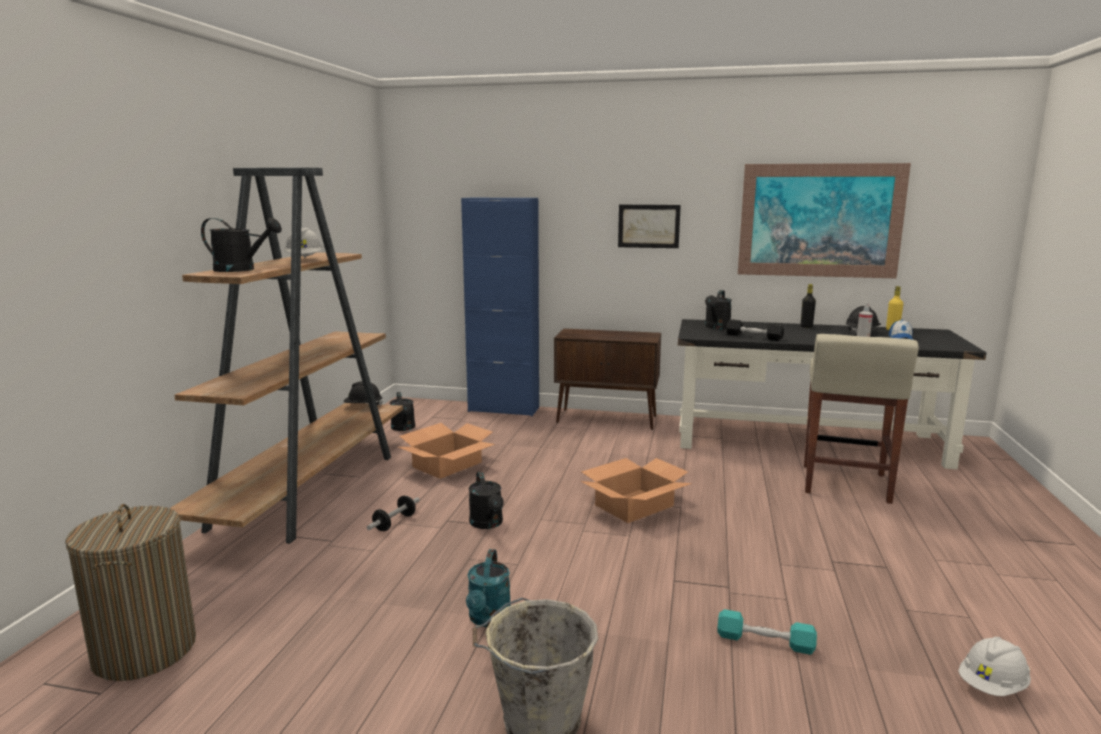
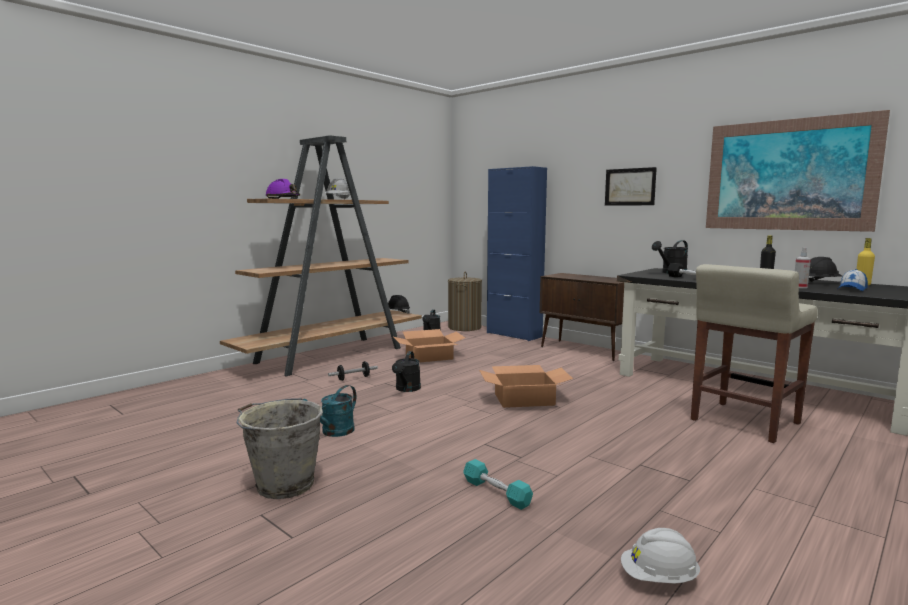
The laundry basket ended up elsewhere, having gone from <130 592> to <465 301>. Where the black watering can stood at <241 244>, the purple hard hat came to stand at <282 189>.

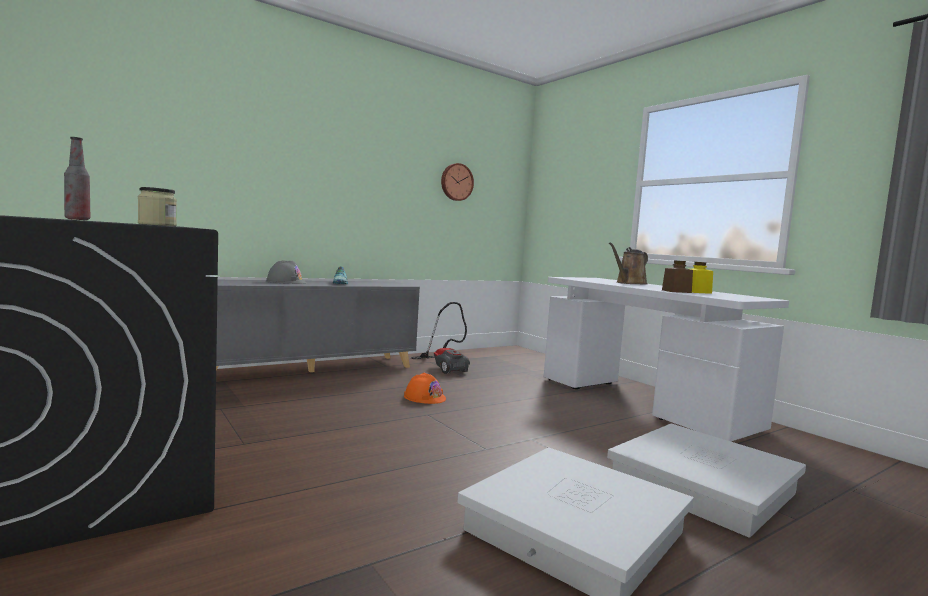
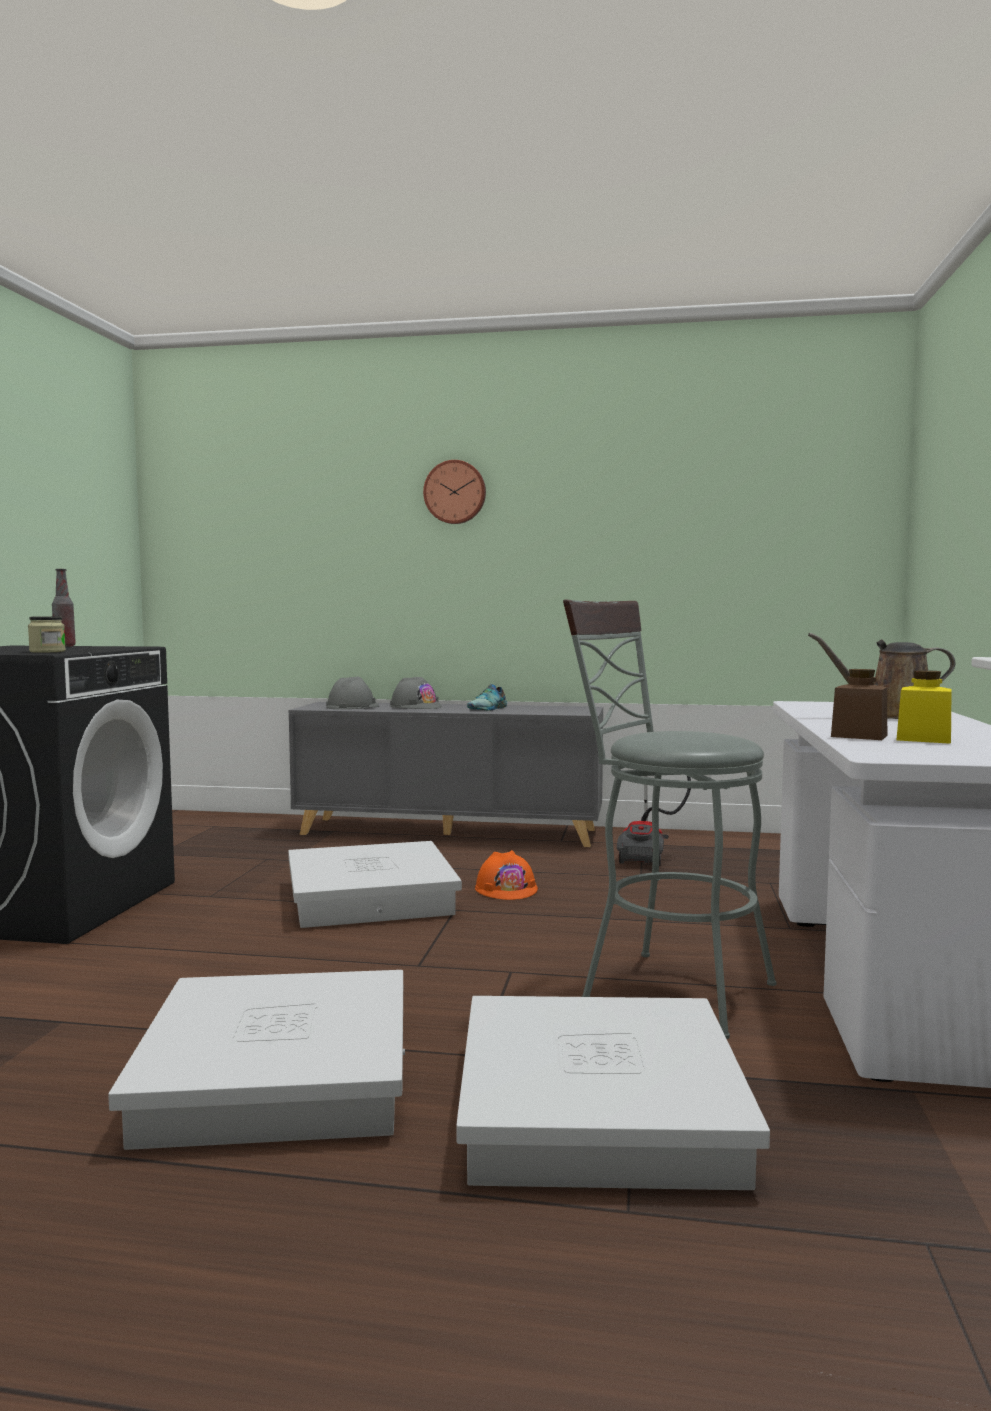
The wall clock ended up elsewhere, having gone from <457 182> to <454 492>. The second view gained the white storage box at <375 884>. The second view gained the grey hard hat at <352 692>. The second view gained the grey stool at <669 819>.

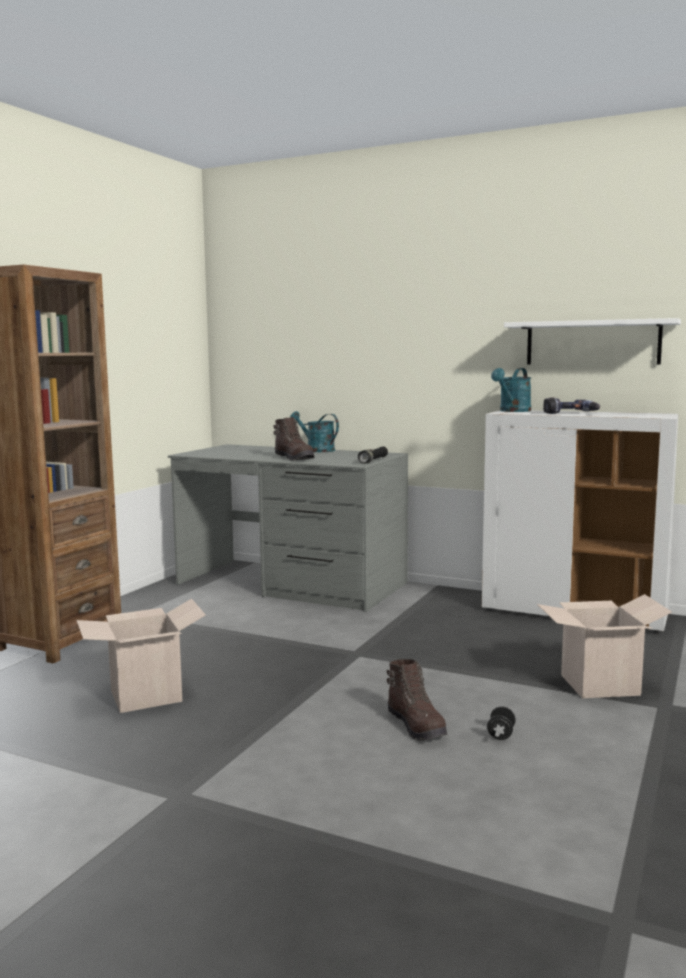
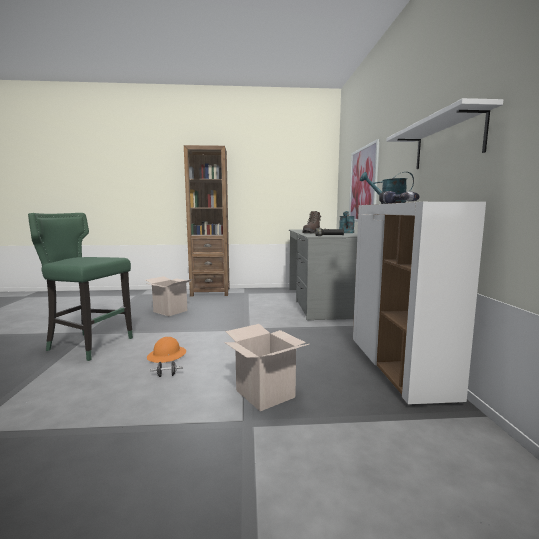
Where the brown boot stood at <417 700>, the orange hard hat came to stand at <166 350>. The second view gained the green stool at <80 287>. The second view gained the picture at <364 180>.

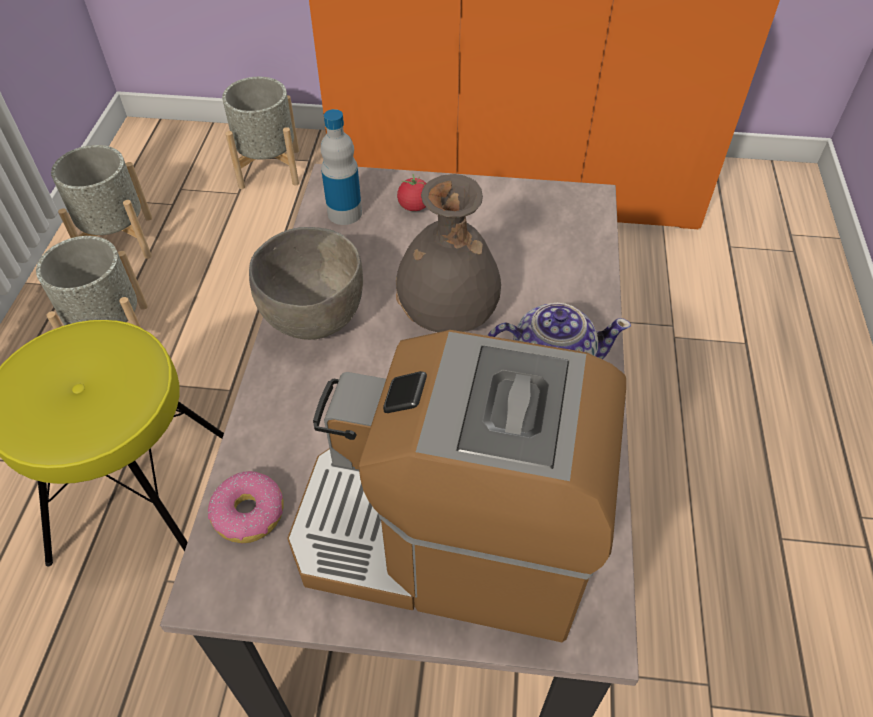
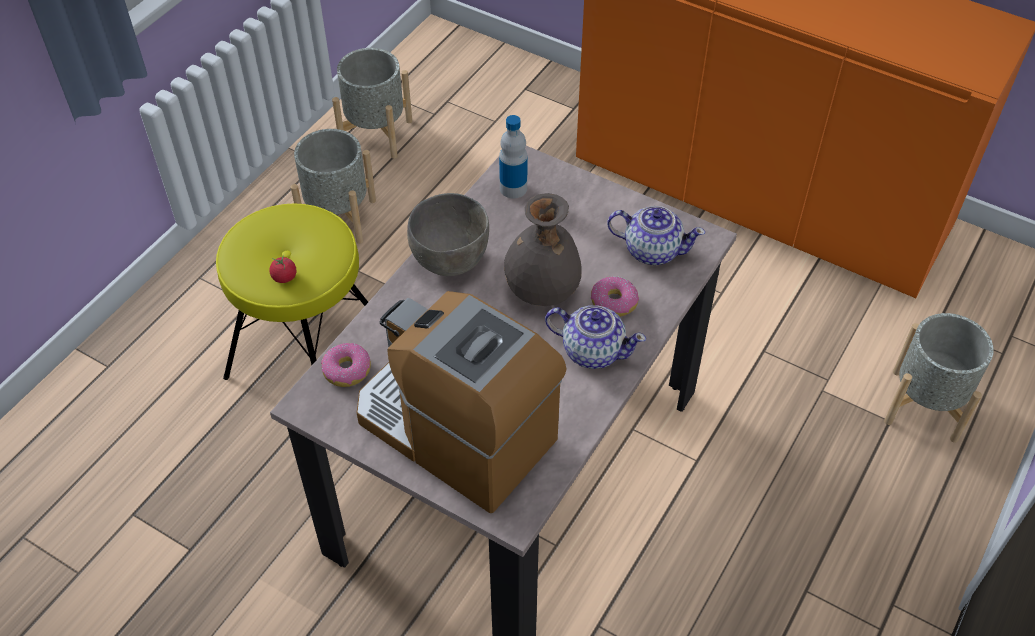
The grey planter ended up elsewhere, having gone from <260 133> to <939 378>. The tomato ended up elsewhere, having gone from <412 192> to <282 269>. The second view gained the donut at <615 296>. The second view gained the teapot at <656 235>.

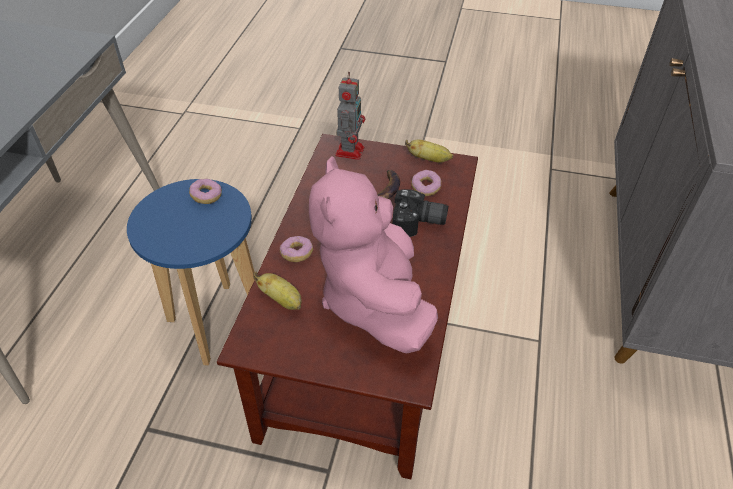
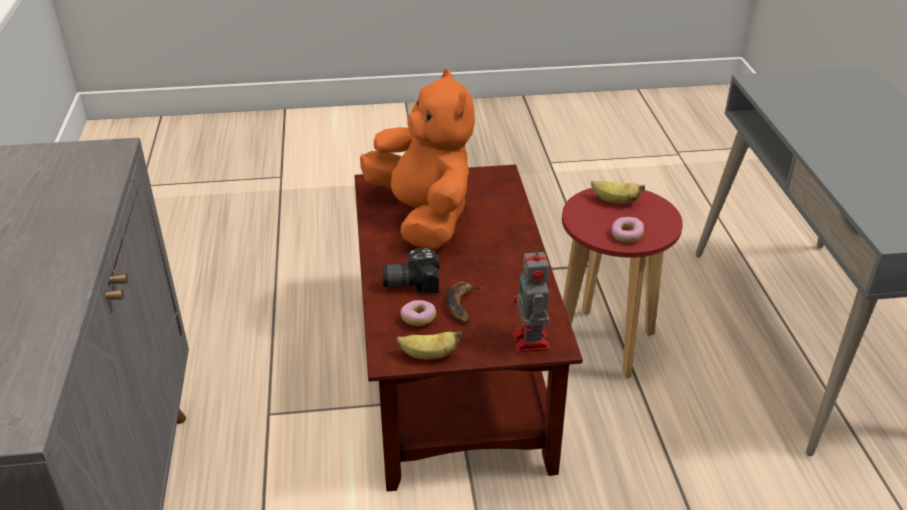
What was the blue stool at <190 272> turned into the red stool at <622 283>. The banana ended up elsewhere, having gone from <277 291> to <618 192>. The second view lost the donut at <296 249>. What was the pink plush toy at <373 254> turned into the orange plush toy at <417 159>.

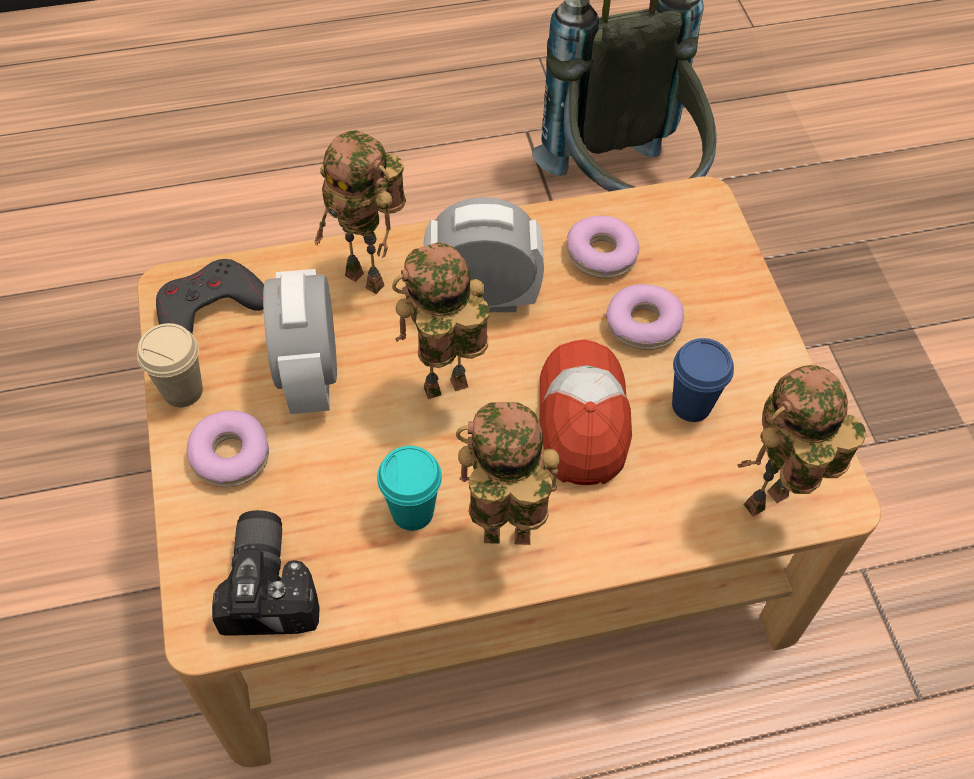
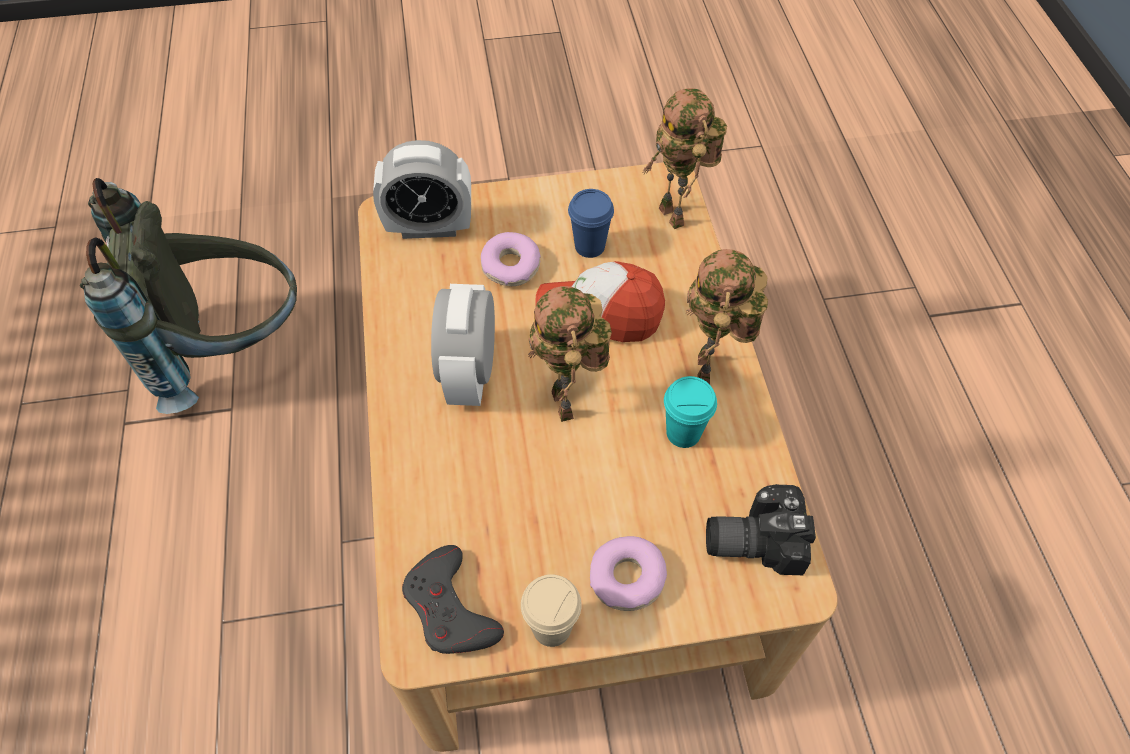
The alarm clock ended up elsewhere, having gone from <300 341> to <422 189>. The second view lost the toy robot at <360 212>. The second view lost the donut at <603 247>.

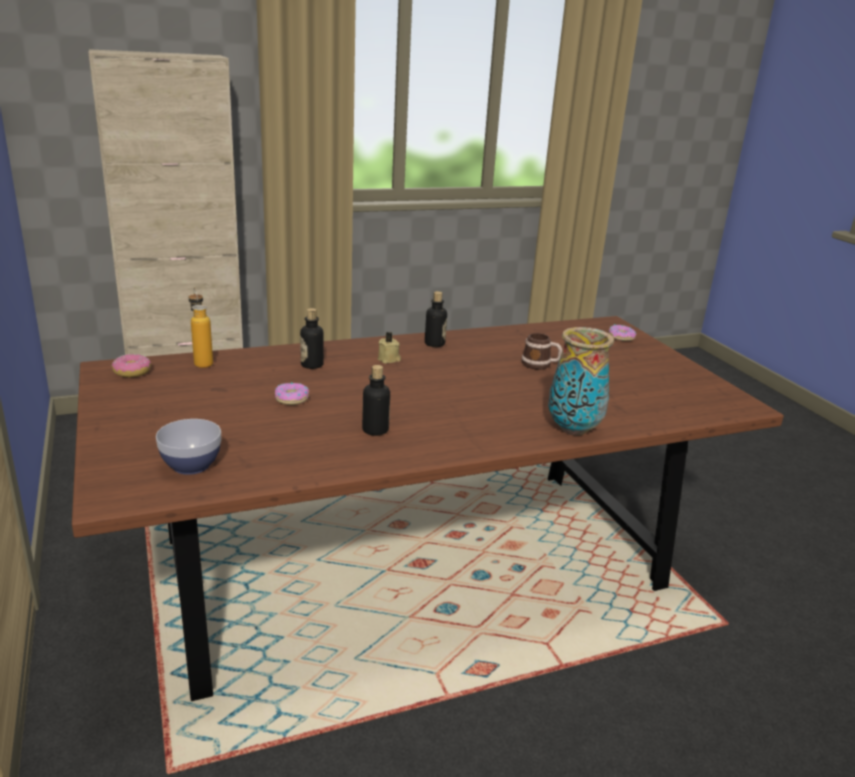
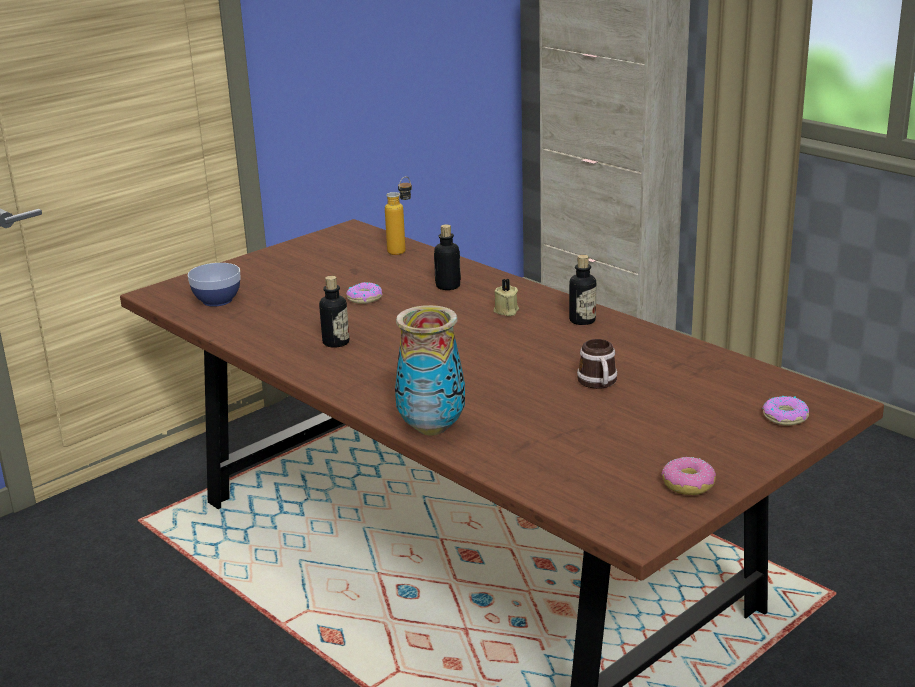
The donut ended up elsewhere, having gone from <131 366> to <689 476>.

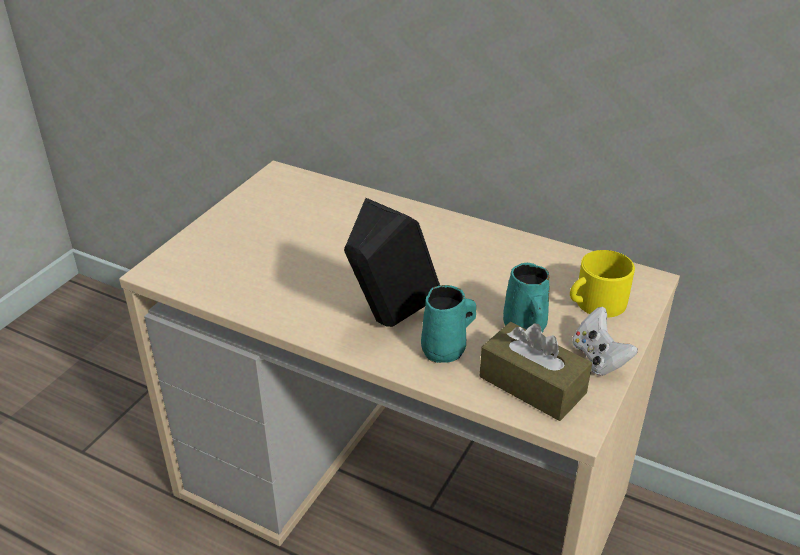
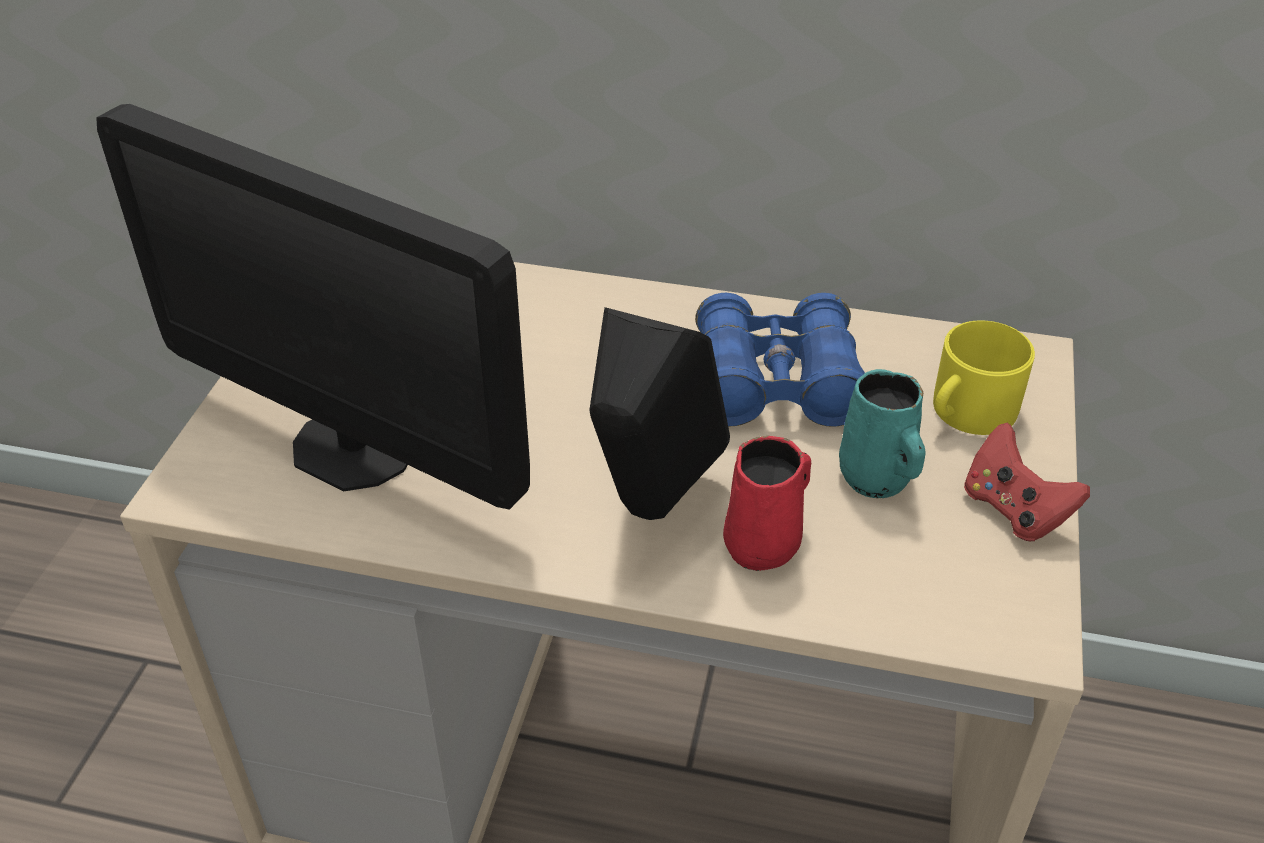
What was the turquoise mug at <448 324> turned into the red mug at <767 503>. The second view lost the brown tissue box at <536 371>. What was the white game controller at <605 341> turned into the red game controller at <1027 482>. The second view gained the monitor at <313 307>. The second view gained the blue binoculars at <780 360>.

